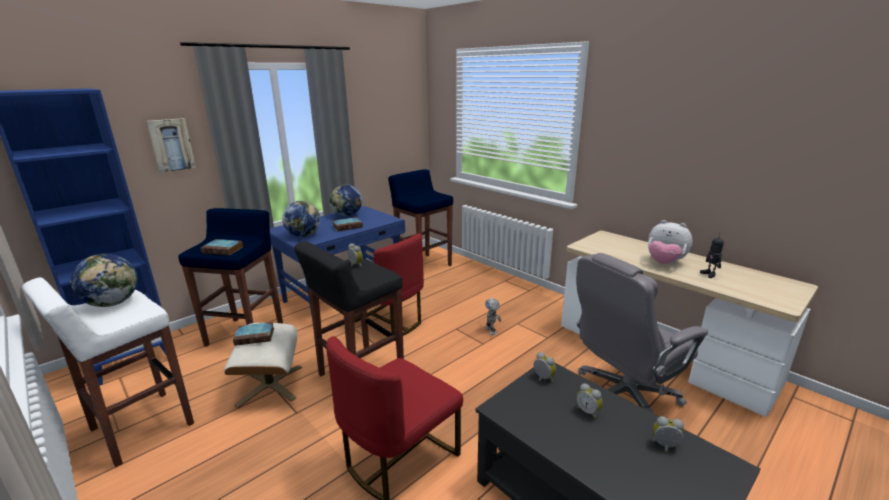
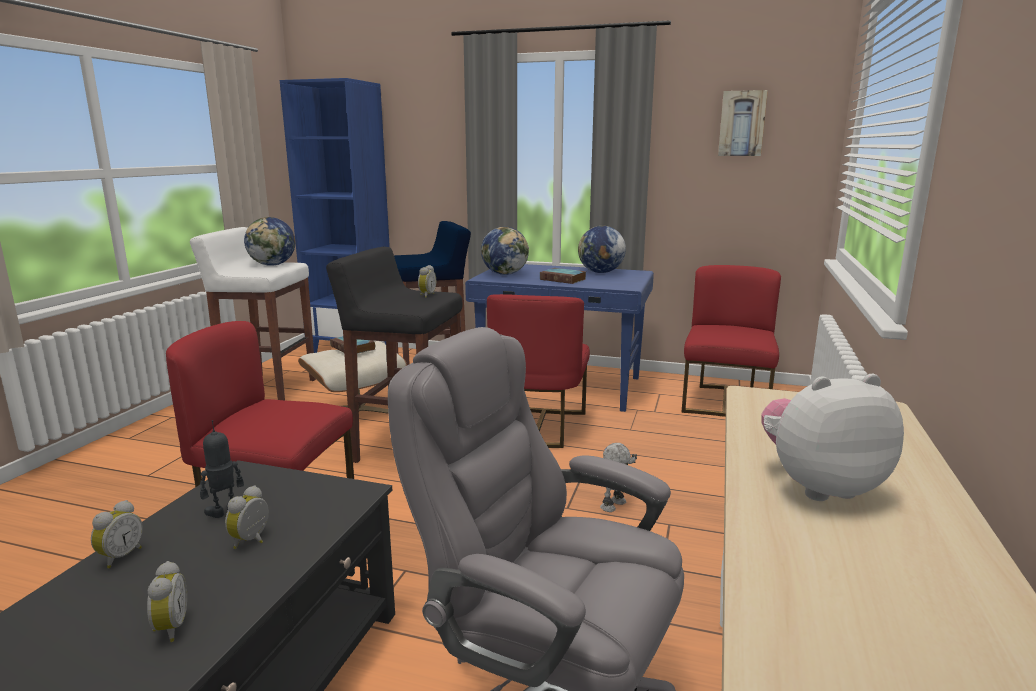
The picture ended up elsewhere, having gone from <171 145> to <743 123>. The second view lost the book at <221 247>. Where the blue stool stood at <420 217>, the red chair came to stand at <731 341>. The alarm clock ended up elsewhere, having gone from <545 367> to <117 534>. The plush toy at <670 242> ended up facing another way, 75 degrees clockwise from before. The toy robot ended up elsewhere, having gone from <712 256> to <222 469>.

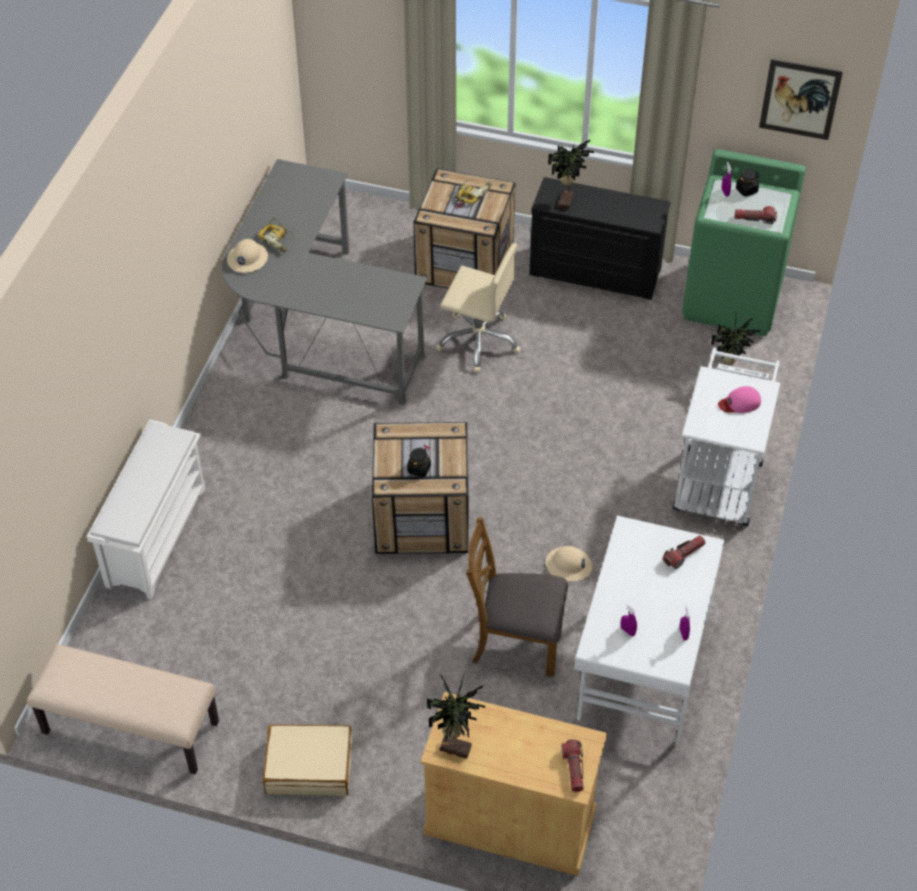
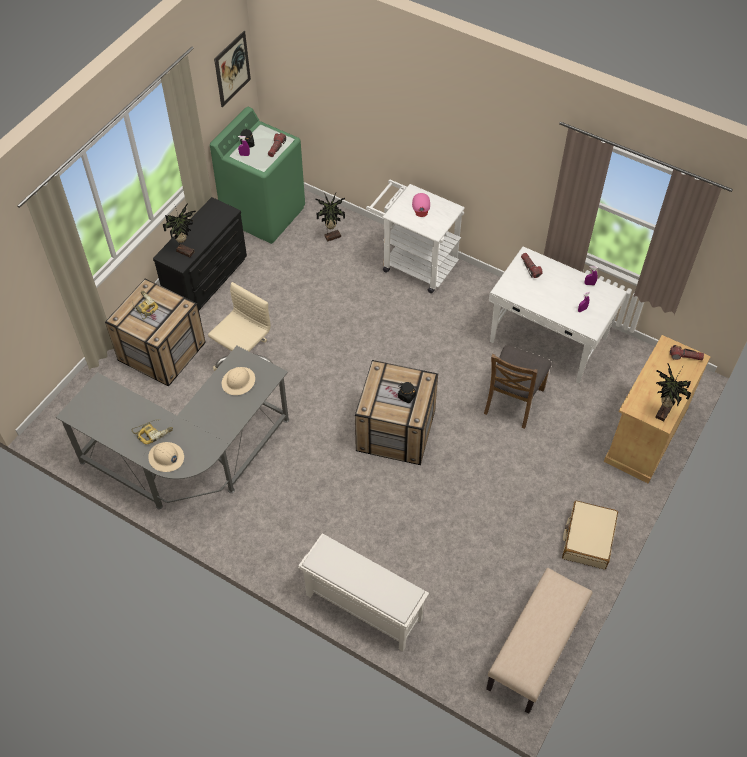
The beige hard hat ended up elsewhere, having gone from <568 564> to <238 381>.

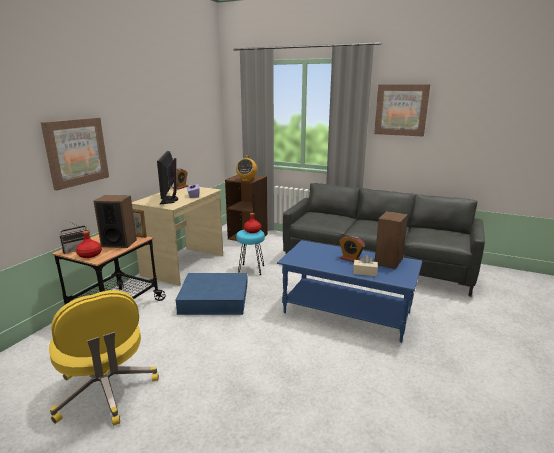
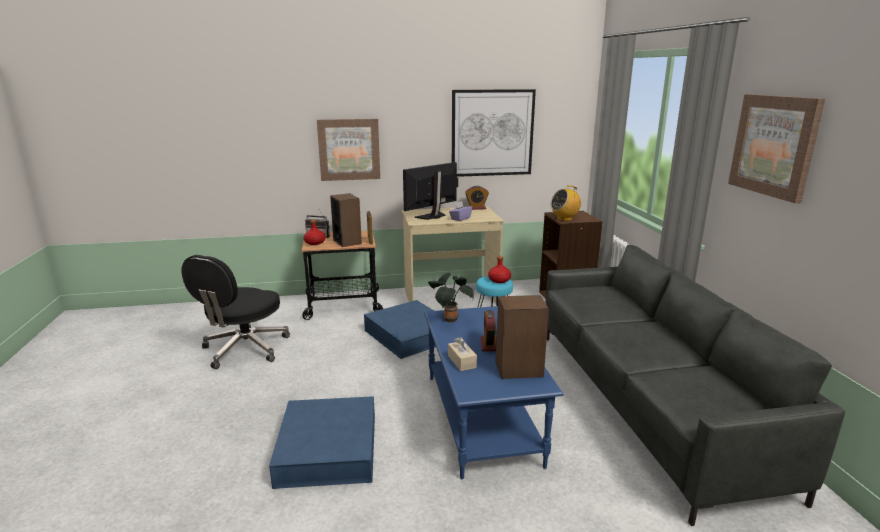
What was the yellow office chair at <104 358> turned into the black office chair at <235 312>. The second view gained the blue storage box at <322 442>. The second view gained the potted plant at <451 298>. The second view gained the picture at <494 133>.

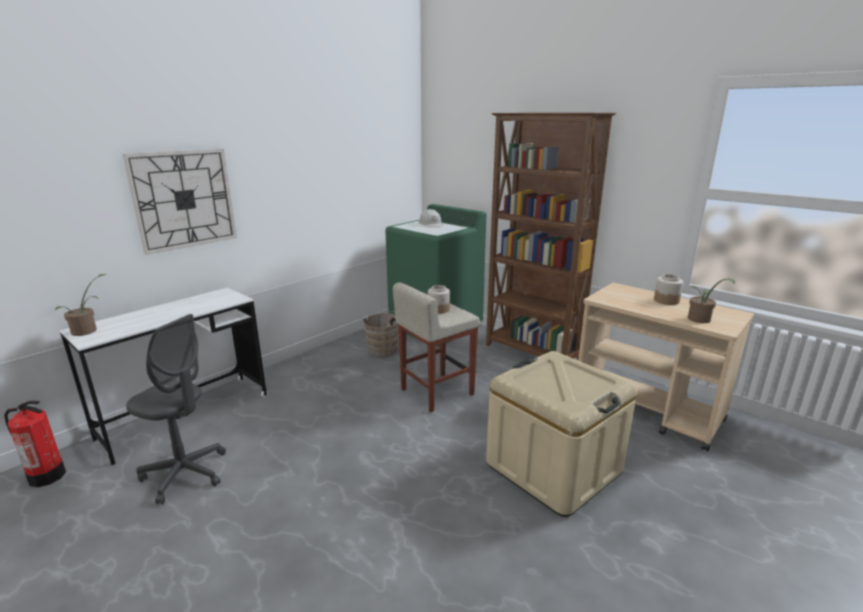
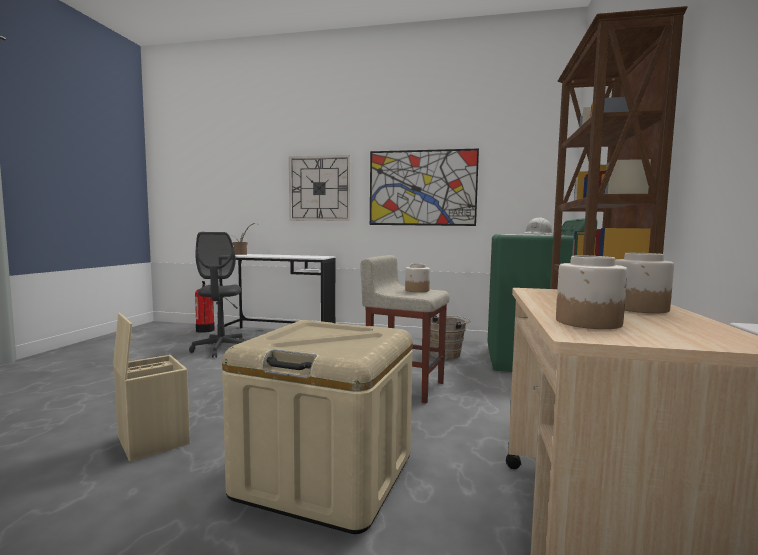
Where the potted plant stood at <711 301>, the jar came to stand at <591 292>. The second view gained the beige storage box at <151 387>. The second view gained the picture at <424 187>.

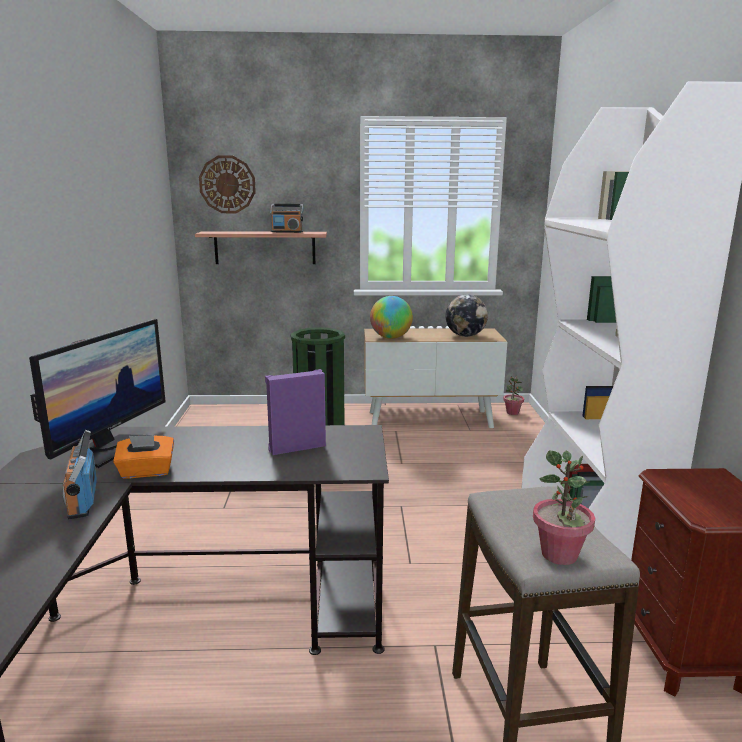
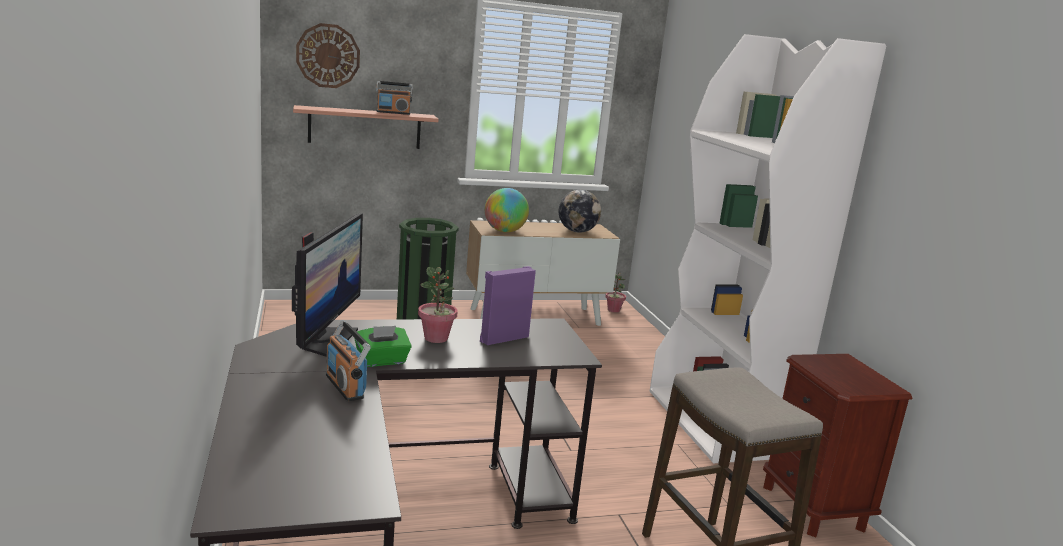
What was the orange tissue box at <143 457> turned into the green tissue box at <383 346>. The potted plant ended up elsewhere, having gone from <564 507> to <438 305>.

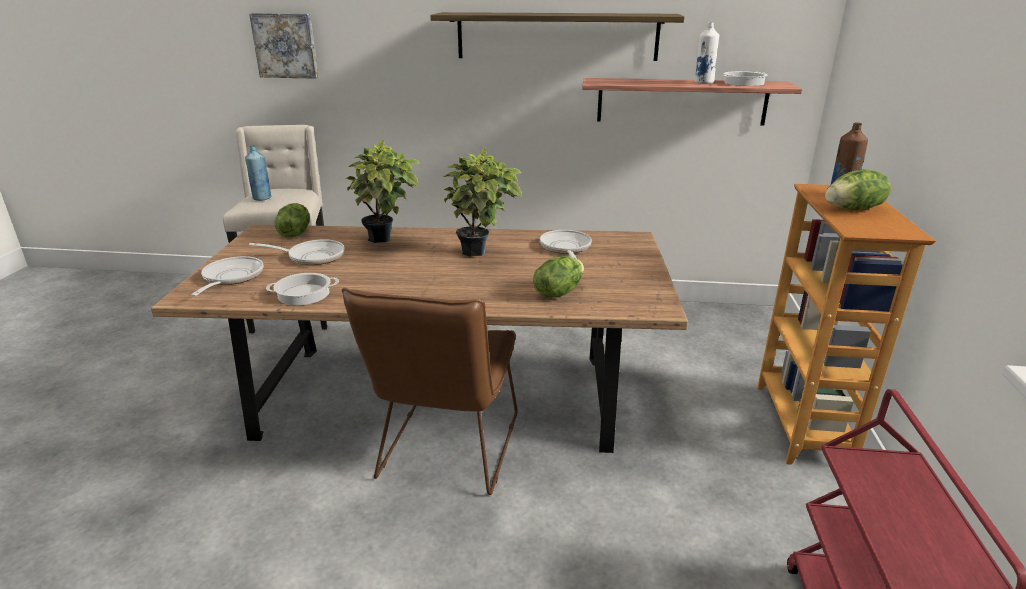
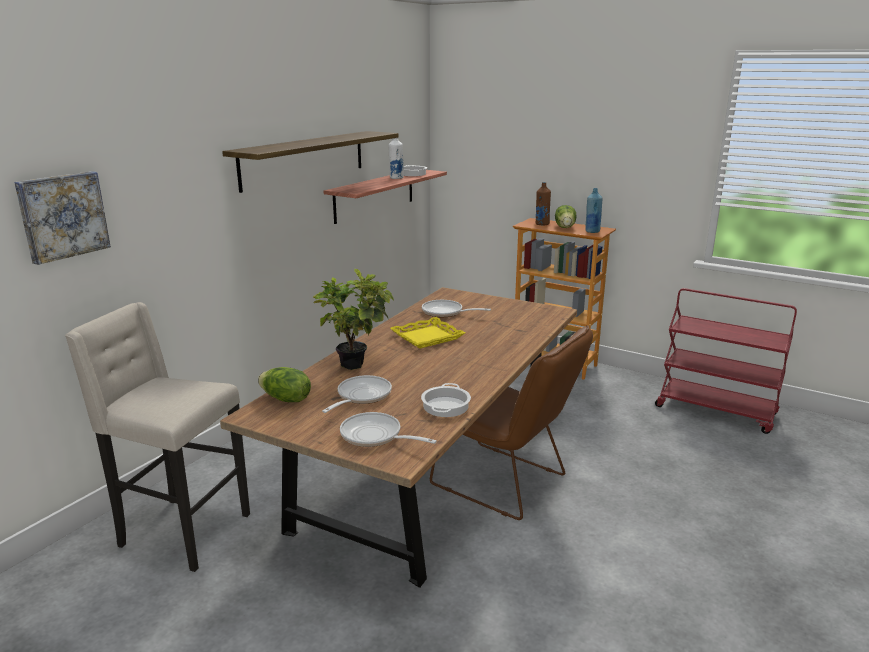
The blue bottle ended up elsewhere, having gone from <258 173> to <593 210>. Where the potted plant stood at <482 202>, the yellow tray came to stand at <427 333>. The second view lost the lettuce at <558 277>.

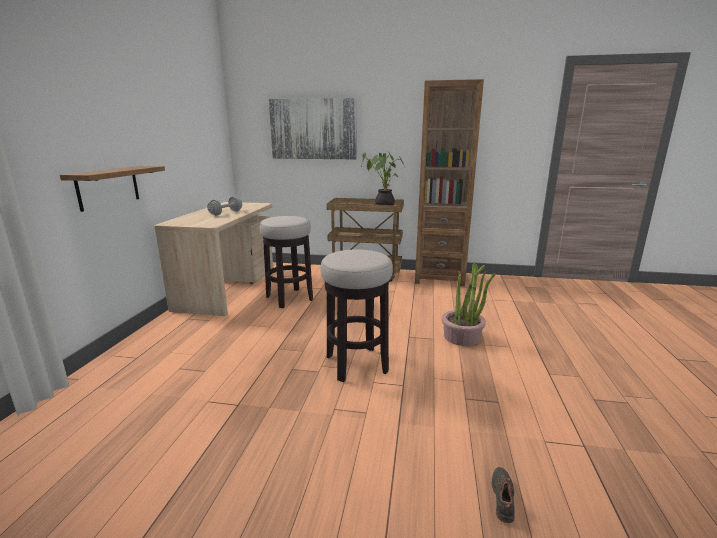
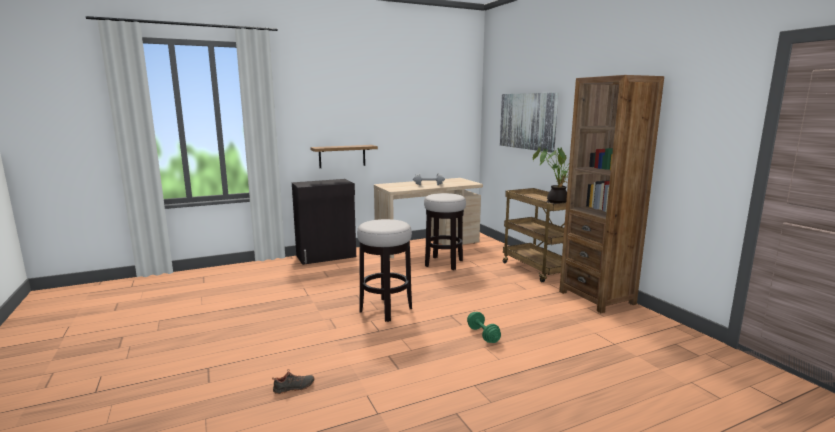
Where the potted plant stood at <468 304>, the green dumbbell came to stand at <484 327>. The second view gained the black cabinet at <324 222>.

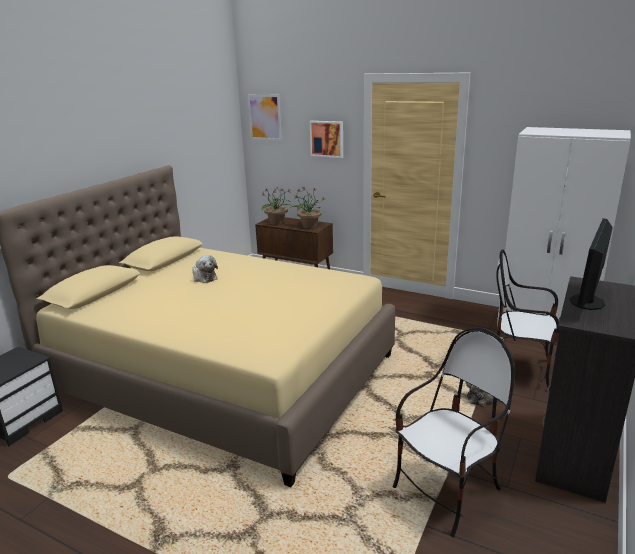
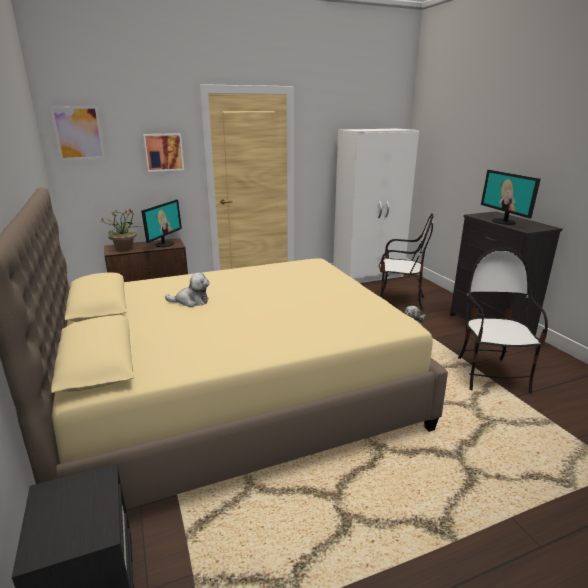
Where the potted plant stood at <307 207>, the monitor came to stand at <161 223>. The chair at <528 320> ended up facing another way, 135 degrees counterclockwise from before.

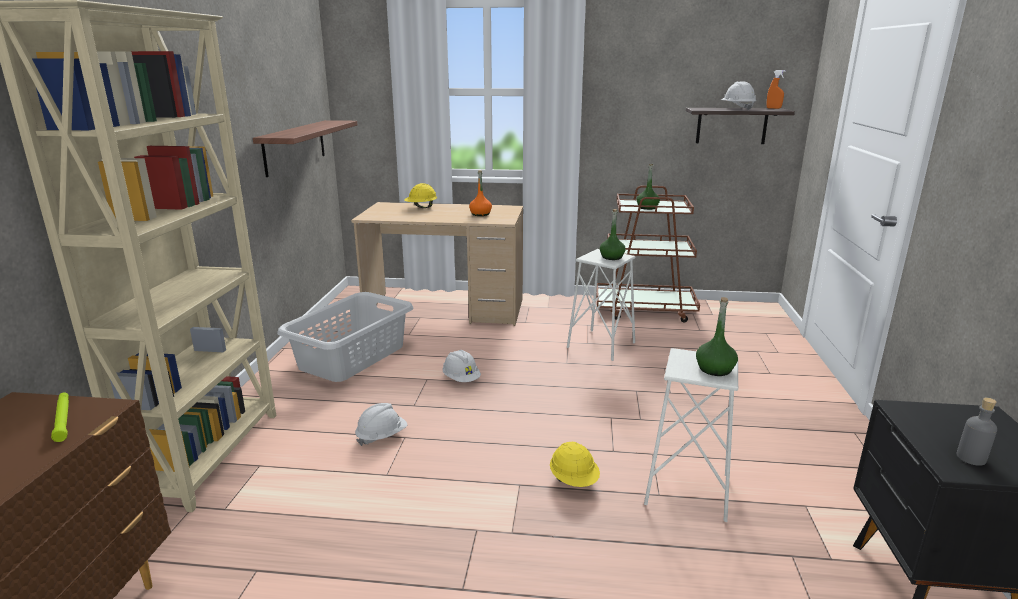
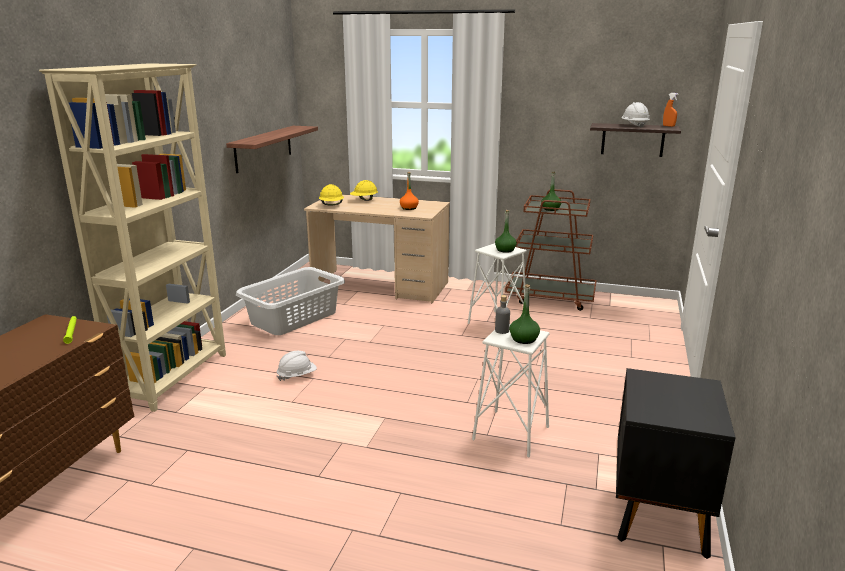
The second view lost the white hard hat at <461 366>. The yellow hard hat ended up elsewhere, having gone from <575 464> to <331 195>. The grey bottle ended up elsewhere, having gone from <976 431> to <502 314>.

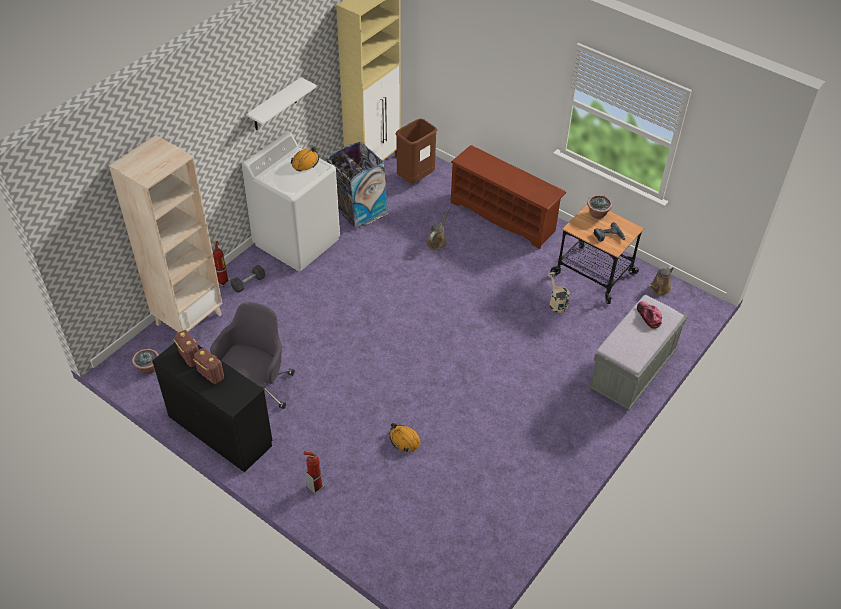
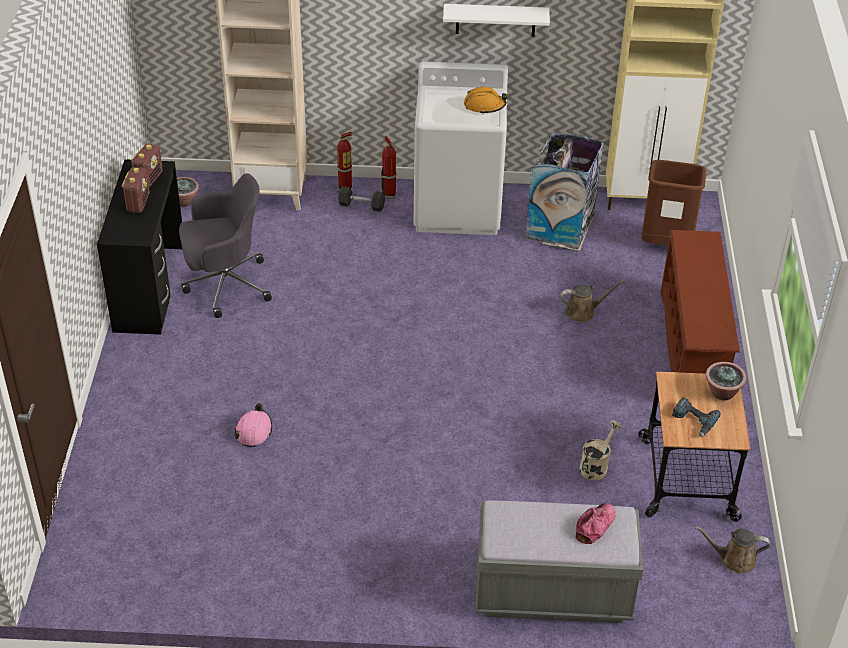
The fire extinguisher ended up elsewhere, having gone from <314 472> to <389 167>. What was the orange hard hat at <404 437> turned into the pink hard hat at <253 425>.

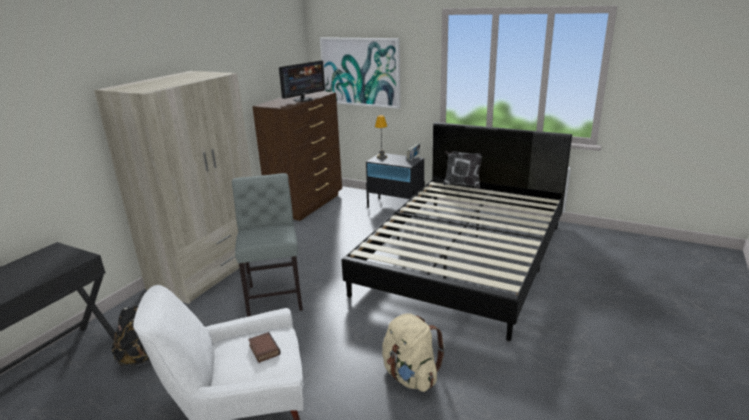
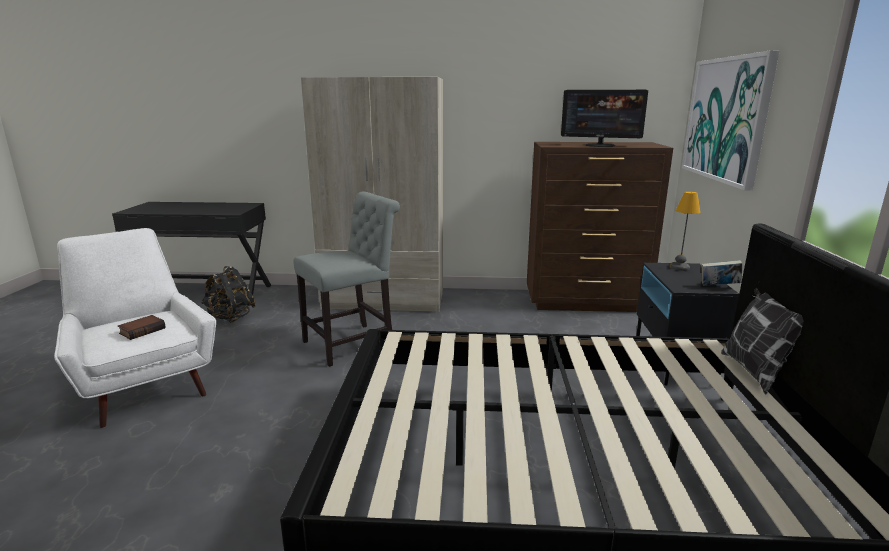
The second view lost the beige backpack at <413 352>.

